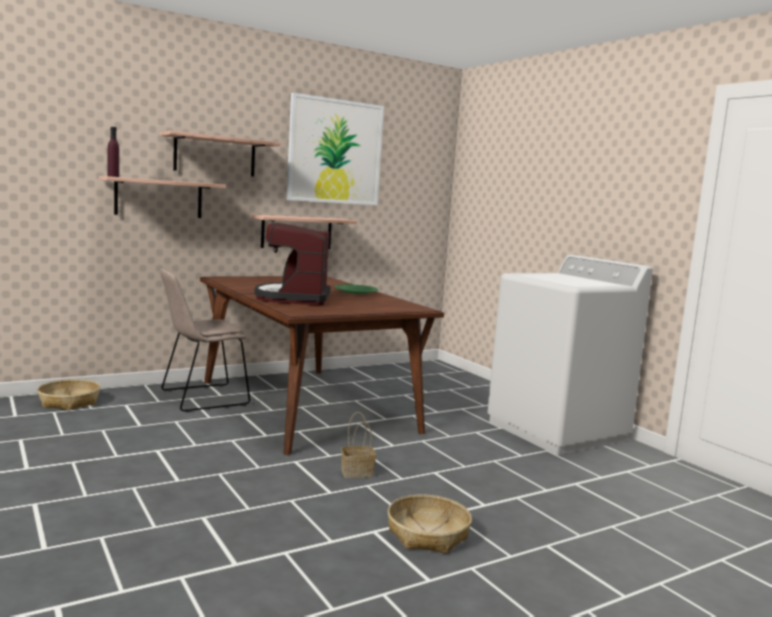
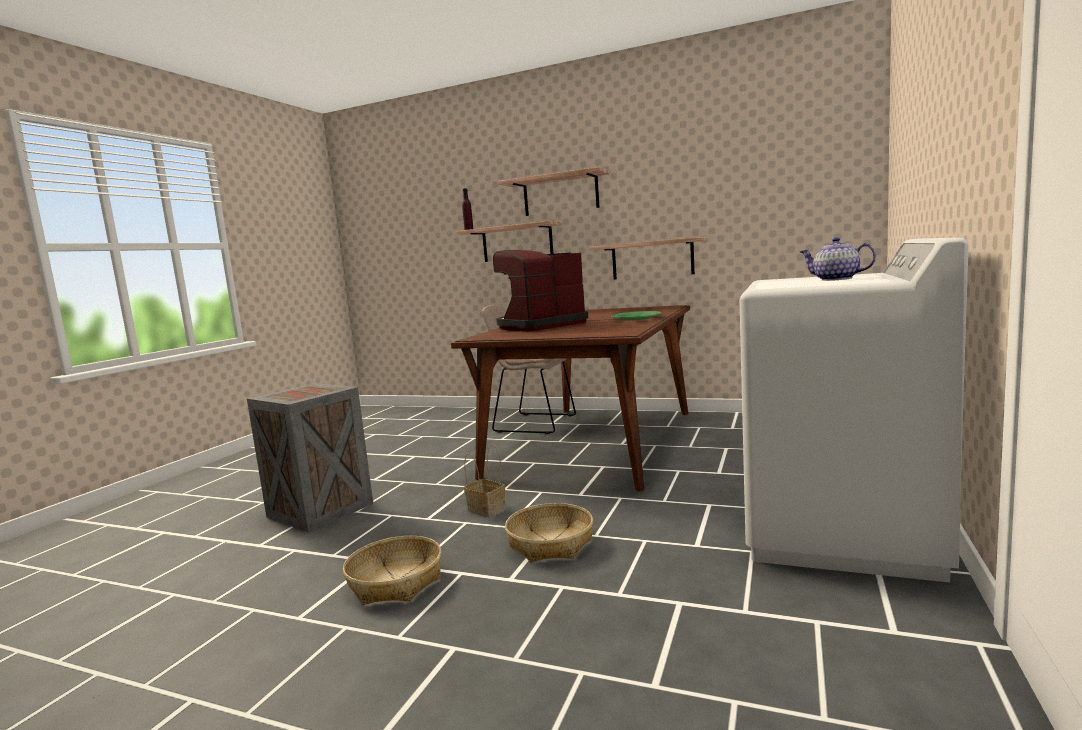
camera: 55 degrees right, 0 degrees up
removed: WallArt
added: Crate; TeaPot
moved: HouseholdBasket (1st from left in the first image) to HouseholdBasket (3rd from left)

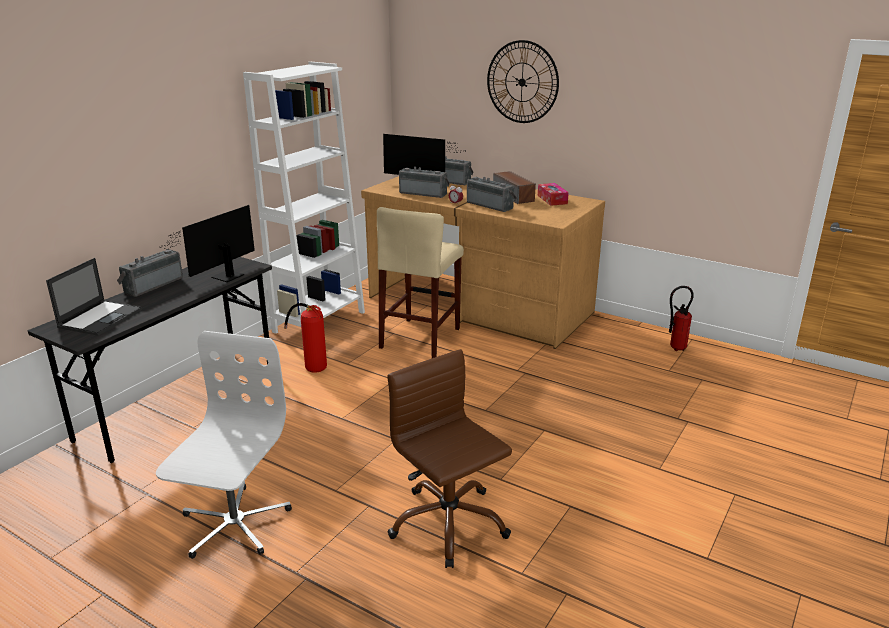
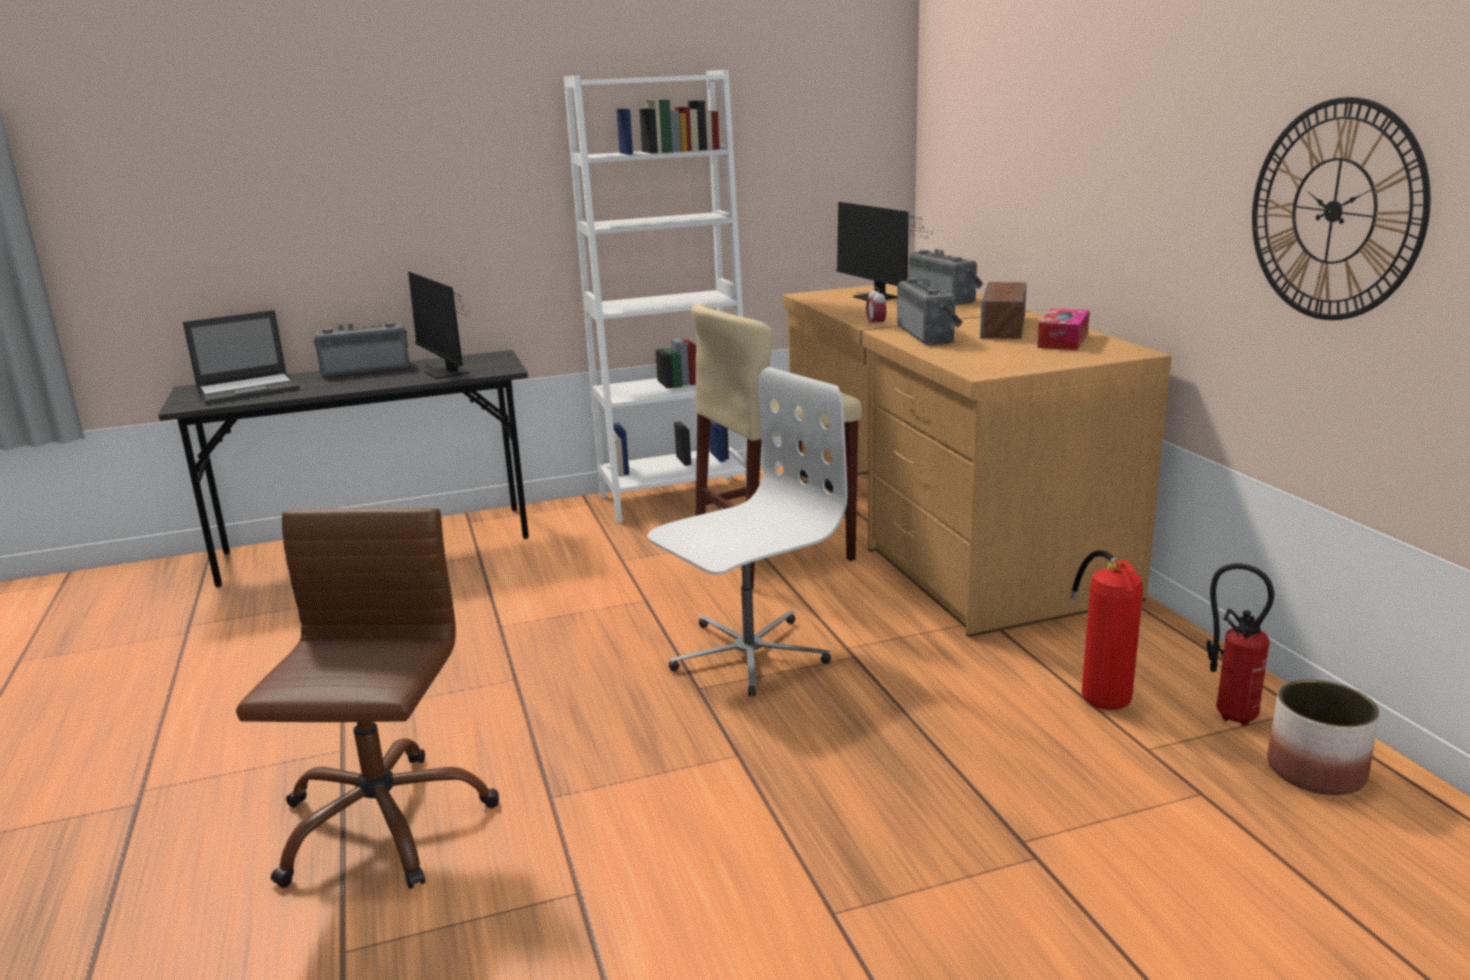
camera: 40 degrees right, 5 degrees down
removed: Radio (2nd from left)
added: PlantPot
moved: WhiteColouredDeskChair; FireFightingCylinder (1st from left); WallClock
turned: ComputerDisplay (1st from left) 105 degrees counterclockwise

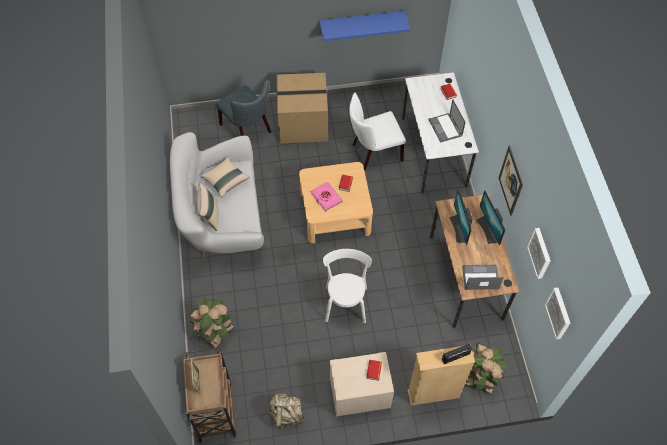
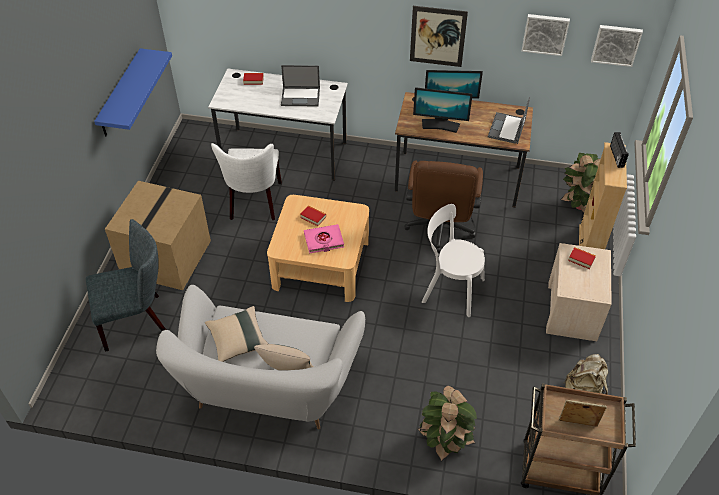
camera: 70 degrees left, 10 degrees down
added: BrownishDeskChair

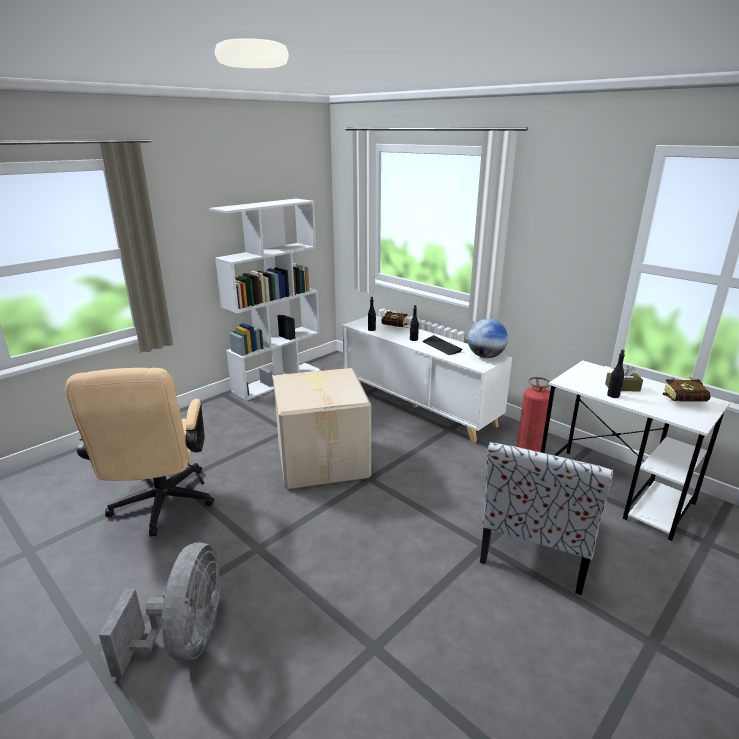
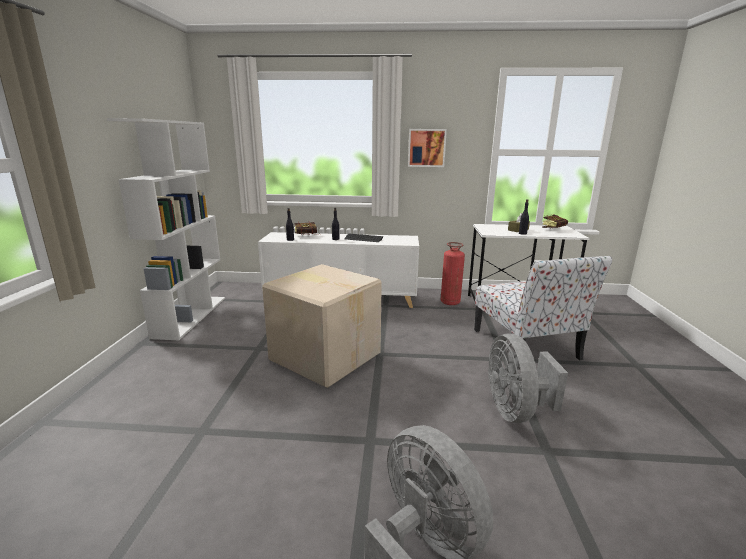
camera: 40 degrees left, 5 degrees down
removed: BeigeDeskChair; Globe
added: WallArt; GrayElectricFan (2nd from left)

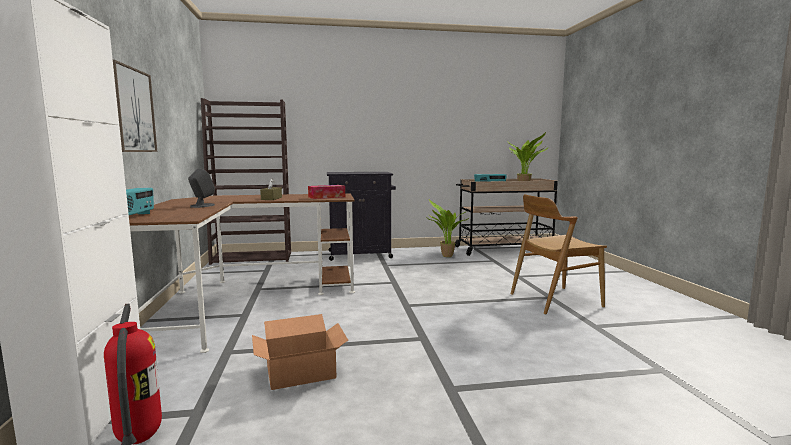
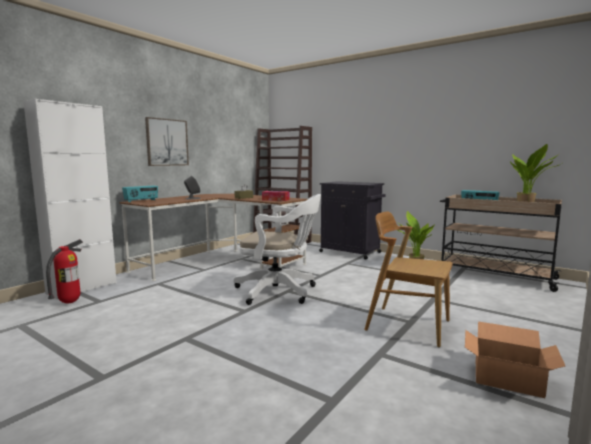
camera: 45 degrees right, 0 degrees up
added: WhiteColouredDeskChair
moved: PackingBox

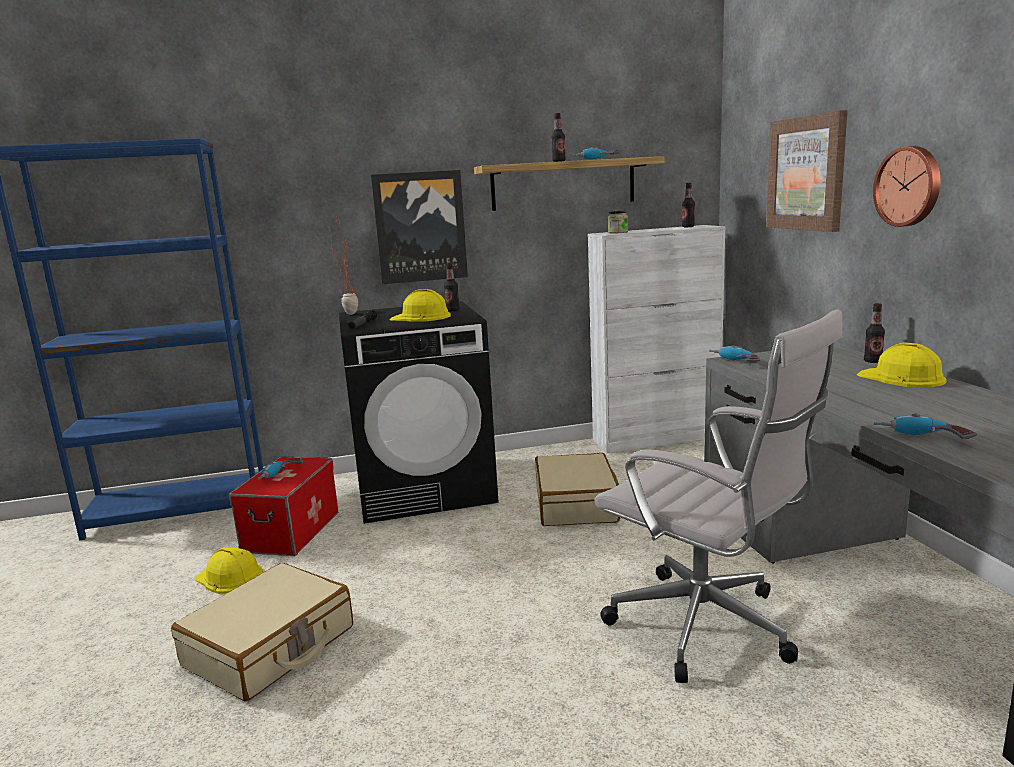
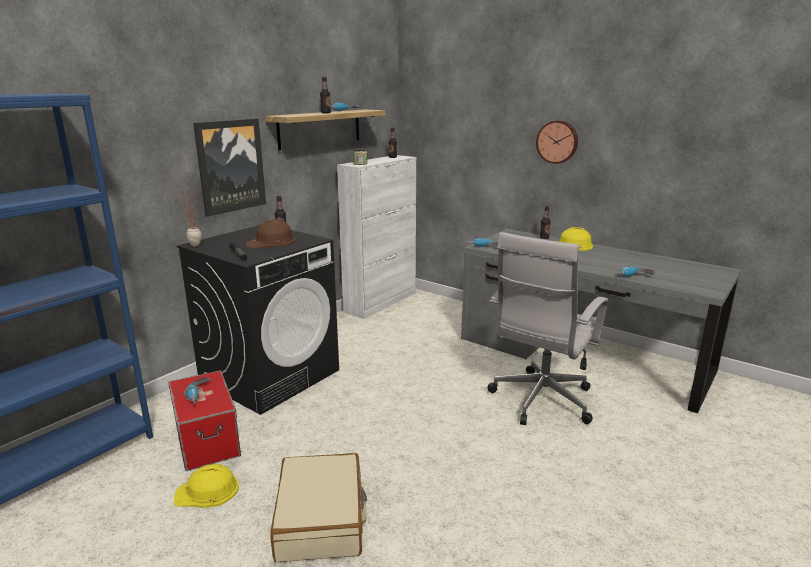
camera: 40 degrees left, 5 degrees up
removed: BeigePieceOfLuggage (2nd from left); WallArt (2nd from left)
recoloured: YellowColouredWorkHelmet (2nd from left) to BrownishWorkHelmet
turned: WhiteColouredDeskChair 120 degrees clockwise

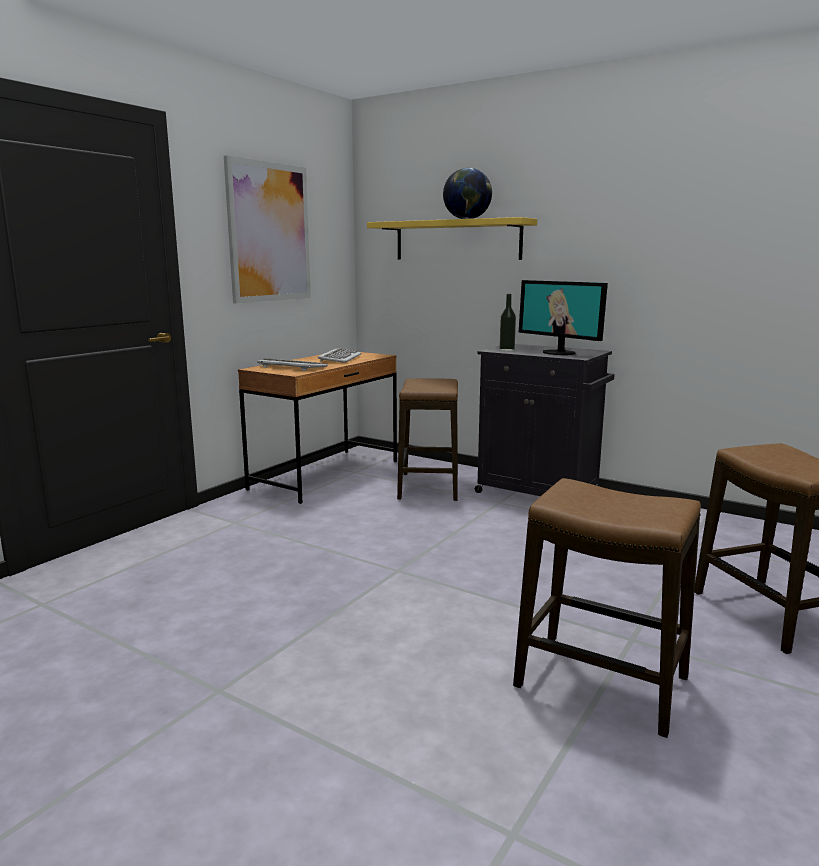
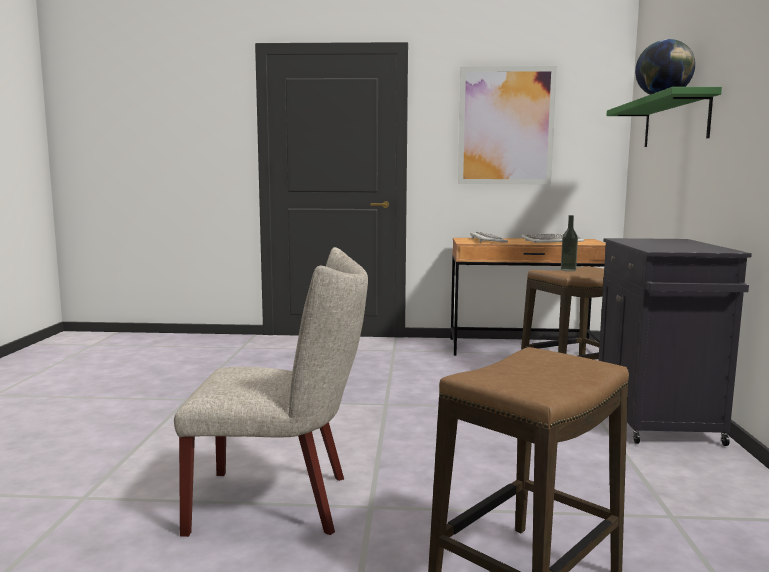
camera: 60 degrees right, 5 degrees down
removed: ComputerDisplay
moved: BeverageBottle
replaced: SittingStool (2nd from left) to BeigePlainChair
recoloured: YellowColouredBracketShelf to GreenishBracketShelf

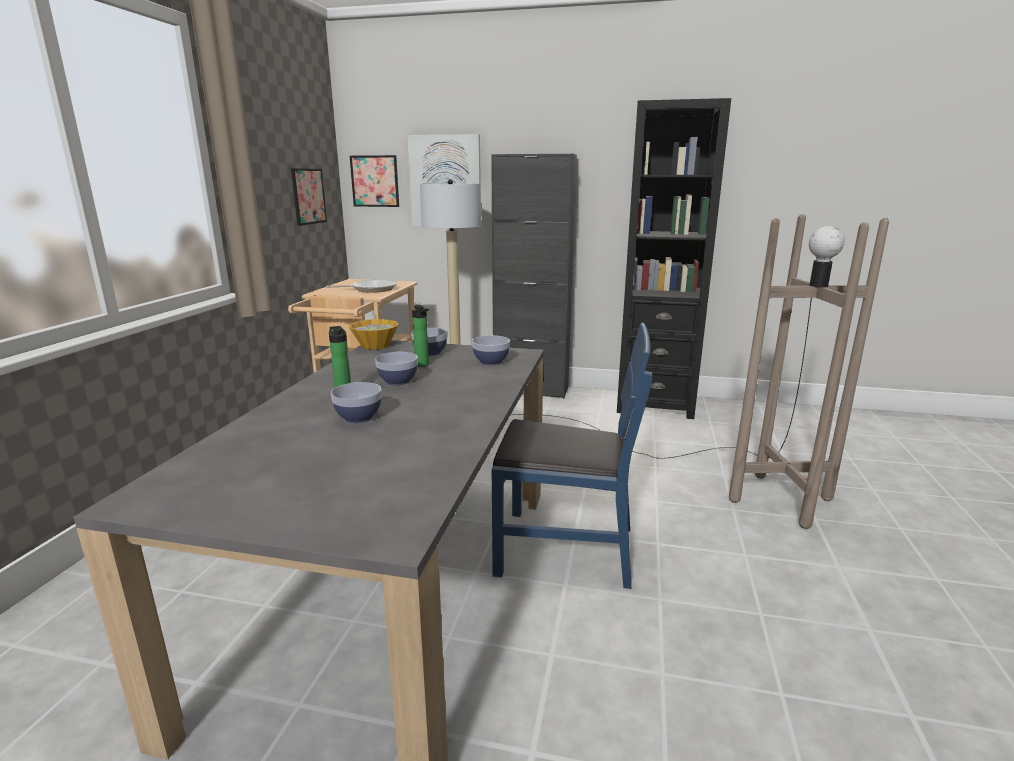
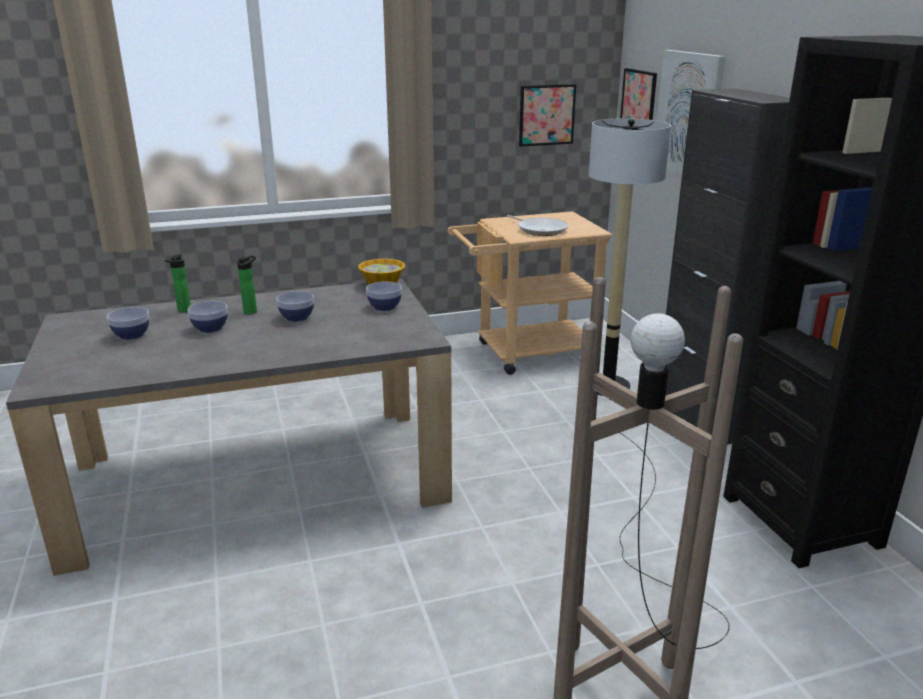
camera: 60 degrees right, 5 degrees up
removed: BluishPlainChair
moved: ServingBowl (5th from left in the first image) to ServingBowl (1st from left); BeverageBottle (2nd from left in the first image) to BeverageBottle (1st from left)

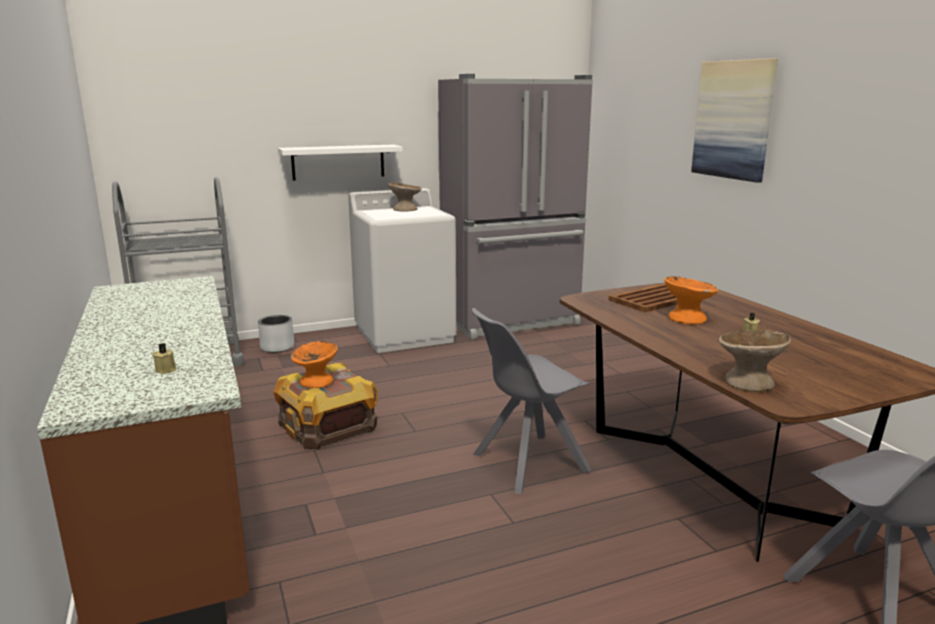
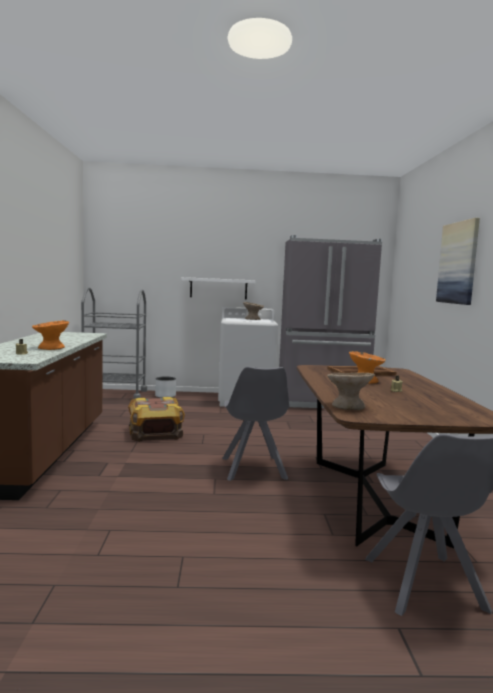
camera: 20 degrees right, 10 degrees down
moved: OrangeyServingBowl (1st from left)
turned: GrayPlainChair (1st from left) 90 degrees counterclockwise

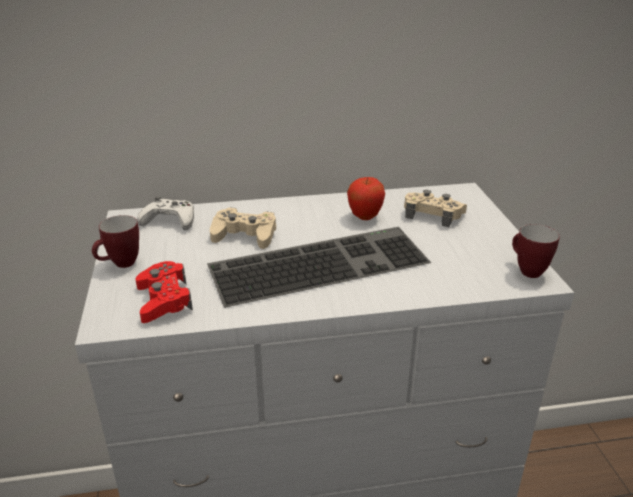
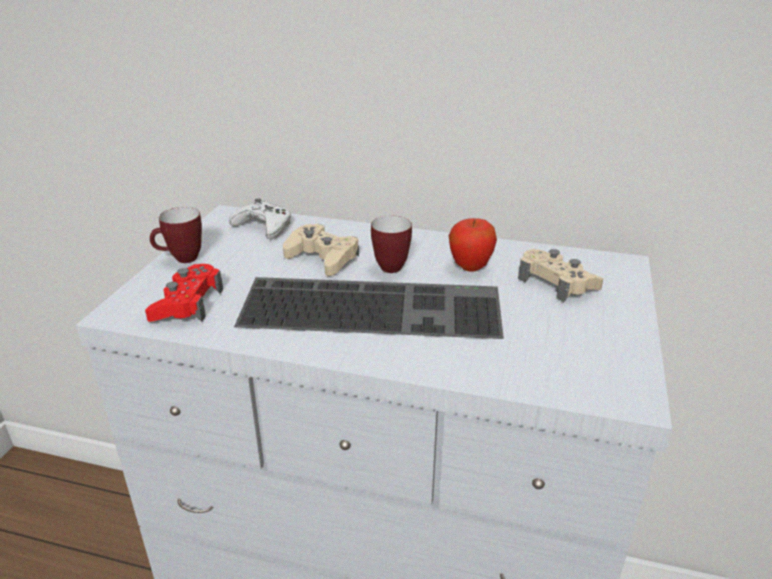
camera: 25 degrees right, 0 degrees up
moved: CoffeeMug (2nd from left)

